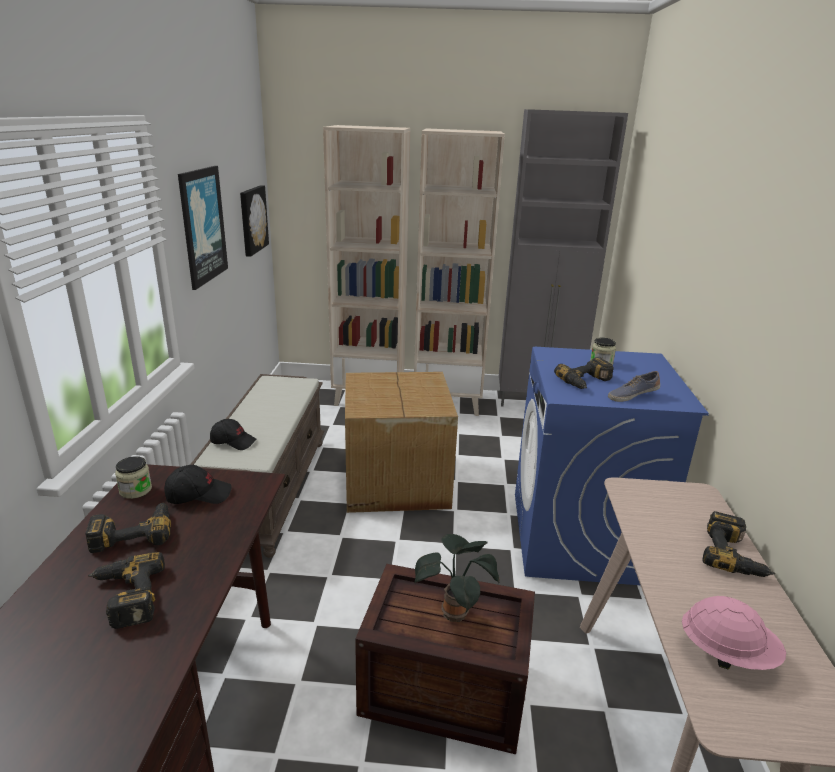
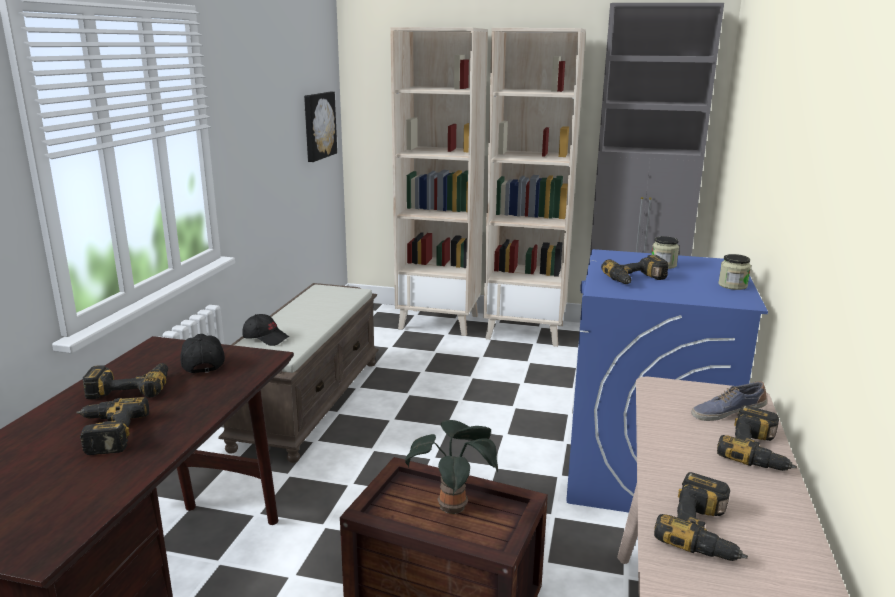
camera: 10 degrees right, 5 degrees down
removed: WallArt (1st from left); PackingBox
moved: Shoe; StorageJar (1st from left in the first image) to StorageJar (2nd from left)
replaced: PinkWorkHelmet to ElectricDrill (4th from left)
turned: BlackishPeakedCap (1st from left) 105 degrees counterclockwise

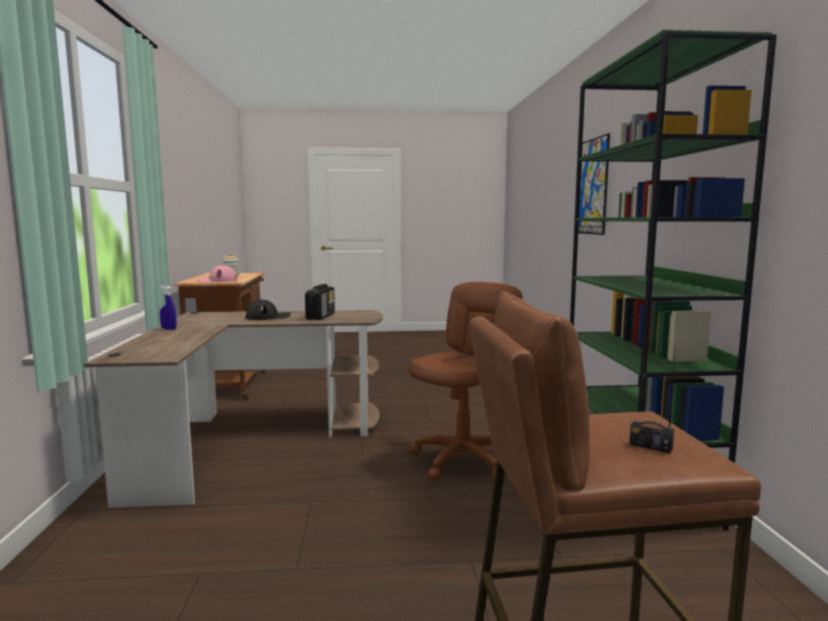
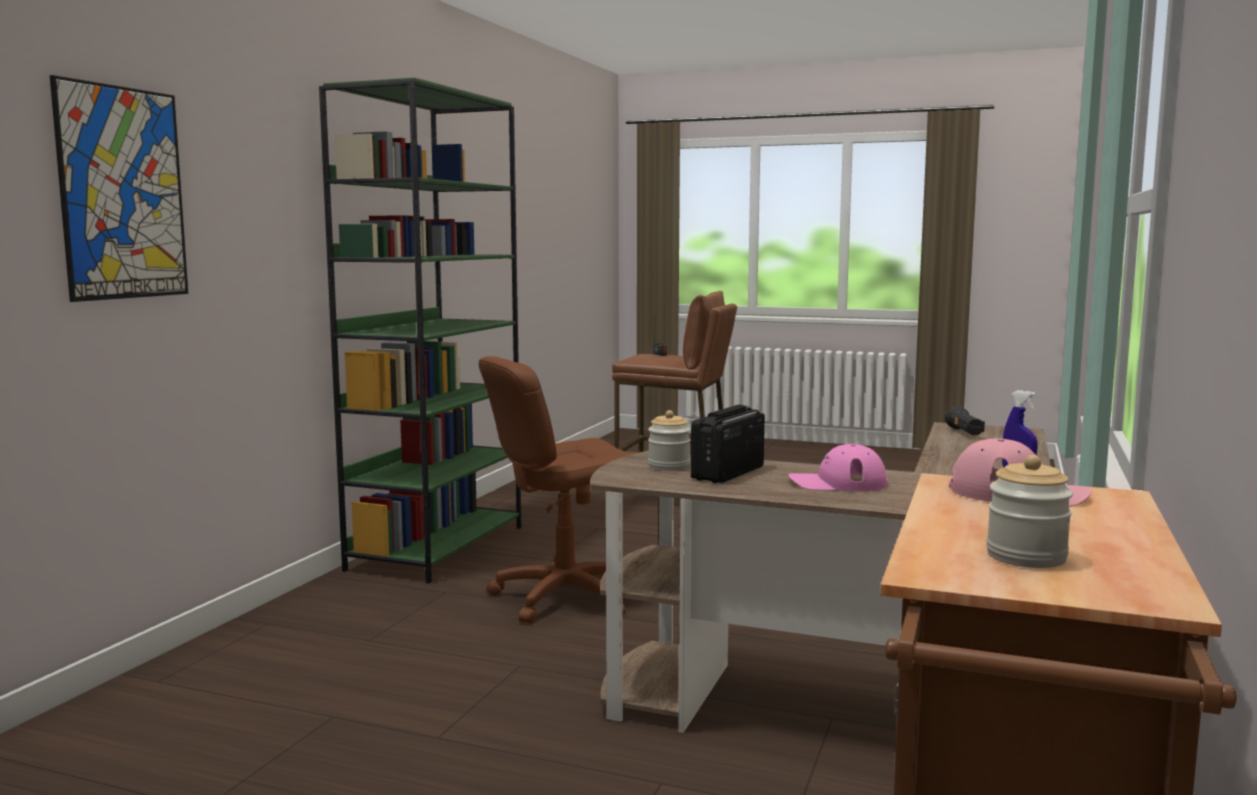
camera: 155 degrees left, 0 degrees up
added: StorageJar (1st from left); BlackishHandTorch
recoloured: BlackishPeakedCap to PinkPeakedCap (1st from left)

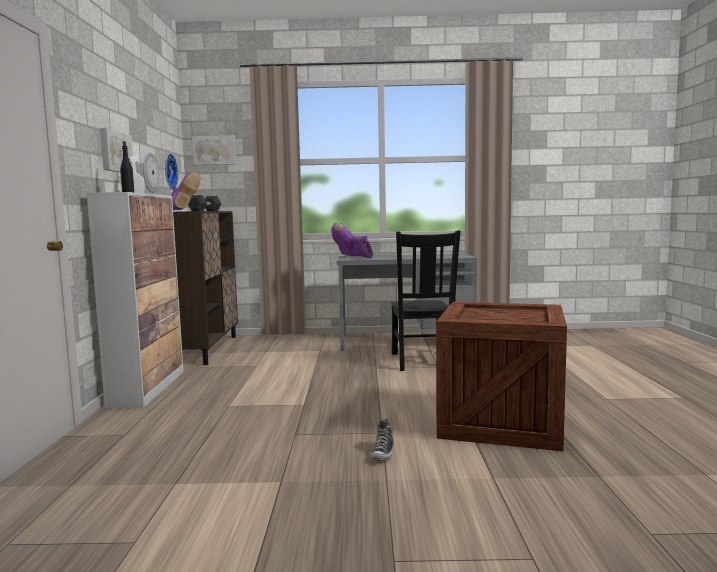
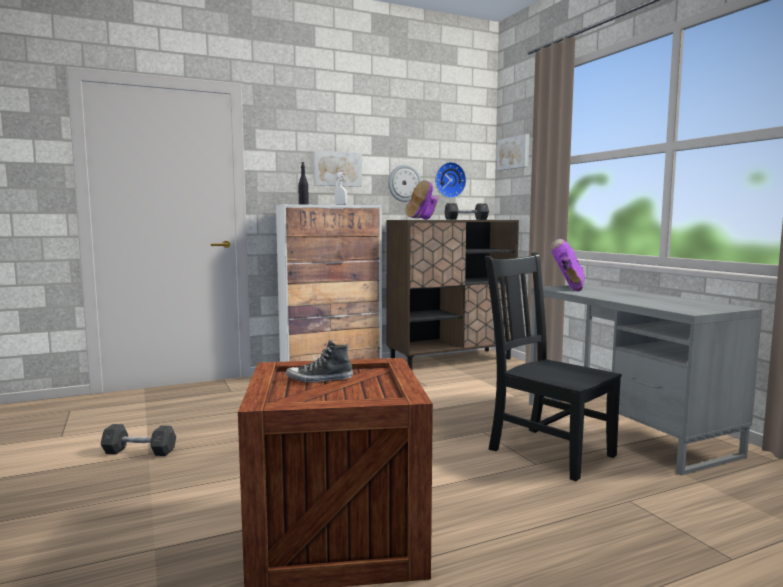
camera: 65 degrees right, 0 degrees up
added: GrayHandWeight (1st from left)
moved: Shoe
turned: BlackishPlainChair 75 degrees clockwise

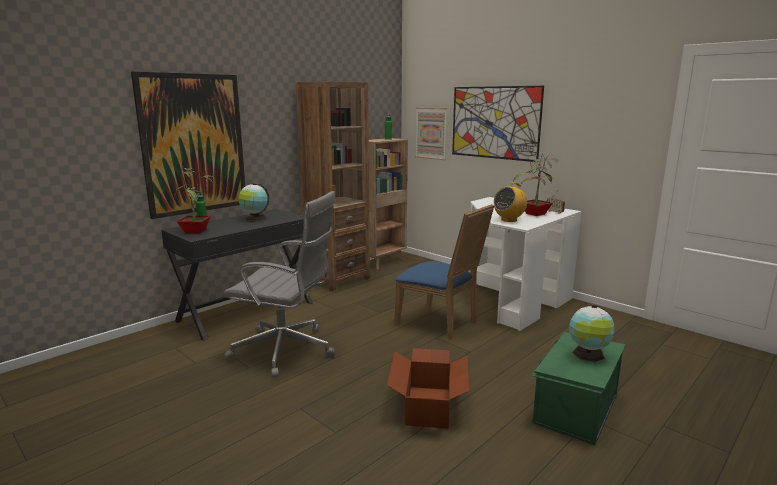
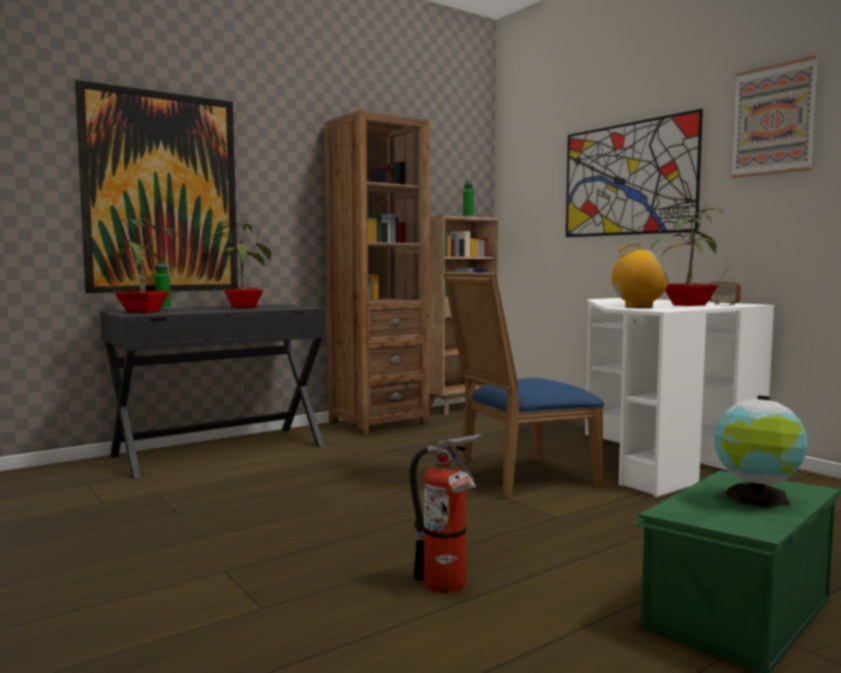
camera: 10 degrees right, 10 degrees down
removed: GrayDeskChair
moved: WallArt (2nd from left in the first image) to WallArt (3rd from left)
replaced: Globe (1st from left) to PlantInAPot (2nd from left); PackingBox to FireFightingCylinder
turned: BluishPlainChair 105 degrees clockwise; Radio (1st from left) 150 degrees counterclockwise

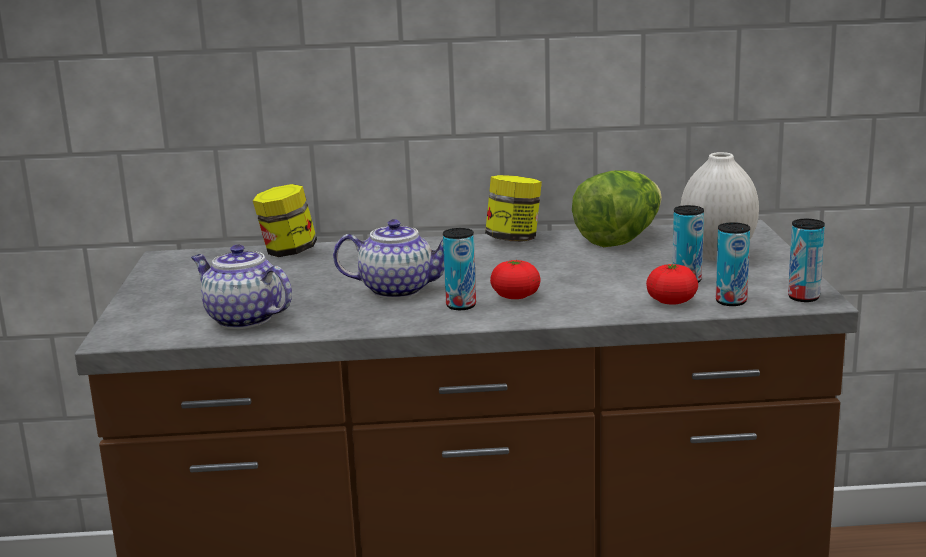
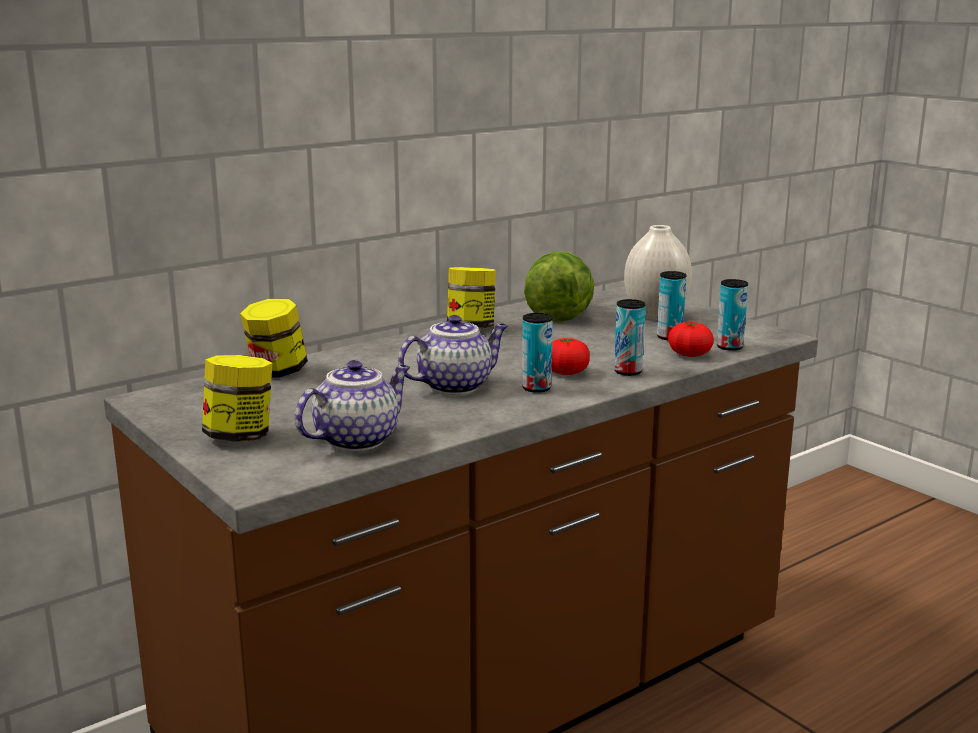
camera: 35 degrees left, 0 degrees up
added: StorageJar (1st from left)
moved: MetalCan (4th from left in the first image) to MetalCan (2nd from left)
turned: TeaPot (1st from left) 135 degrees clockwise

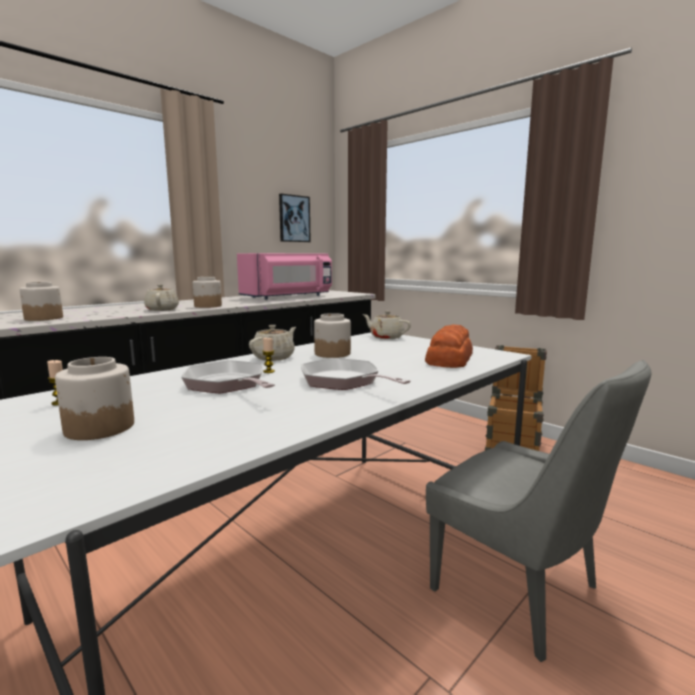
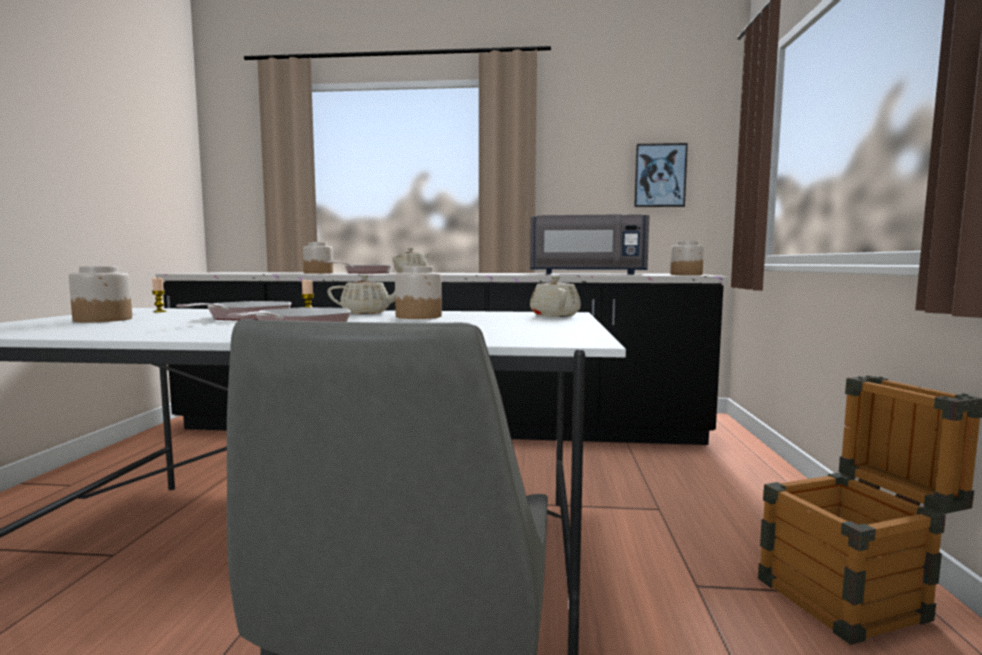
camera: 50 degrees right, 5 degrees down
removed: BakeryBread
added: Skillet (3rd from left)
moved: StorageJar (3rd from left in the first image) to StorageJar (4th from left)
recoloured: PinkMicrowaveOven to GrayMicrowaveOven

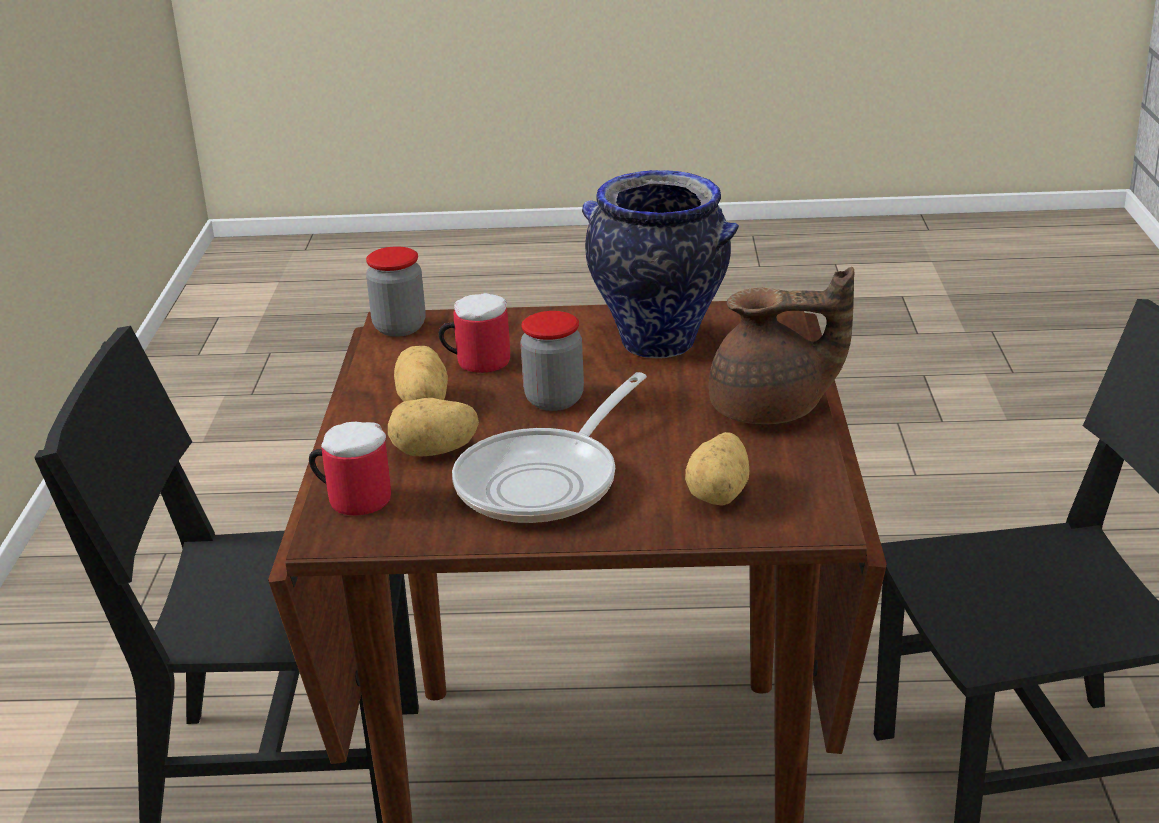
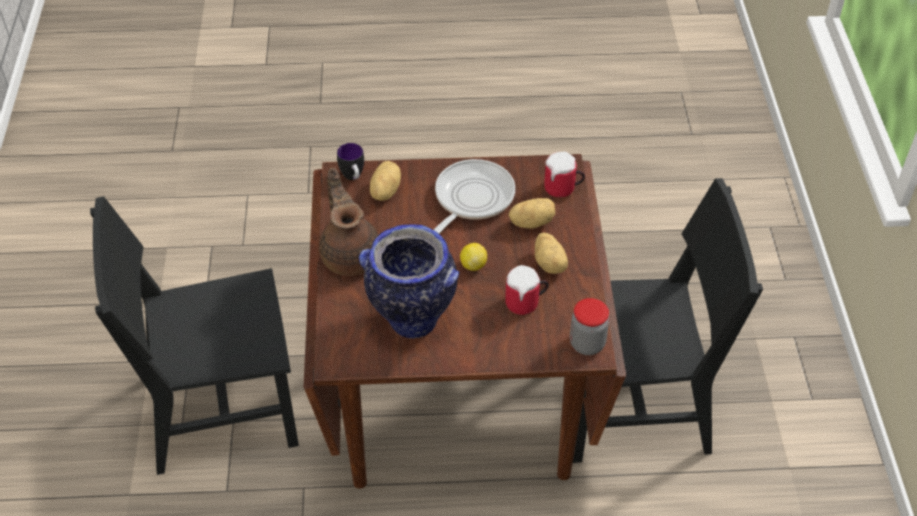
camera: 175 degrees right, 20 degrees up
added: CoffeeMug (1st from left)
replaced: StorageJar (2nd from left) to WholeLemon
turned: BrownishTeaPot 75 degrees clockwise

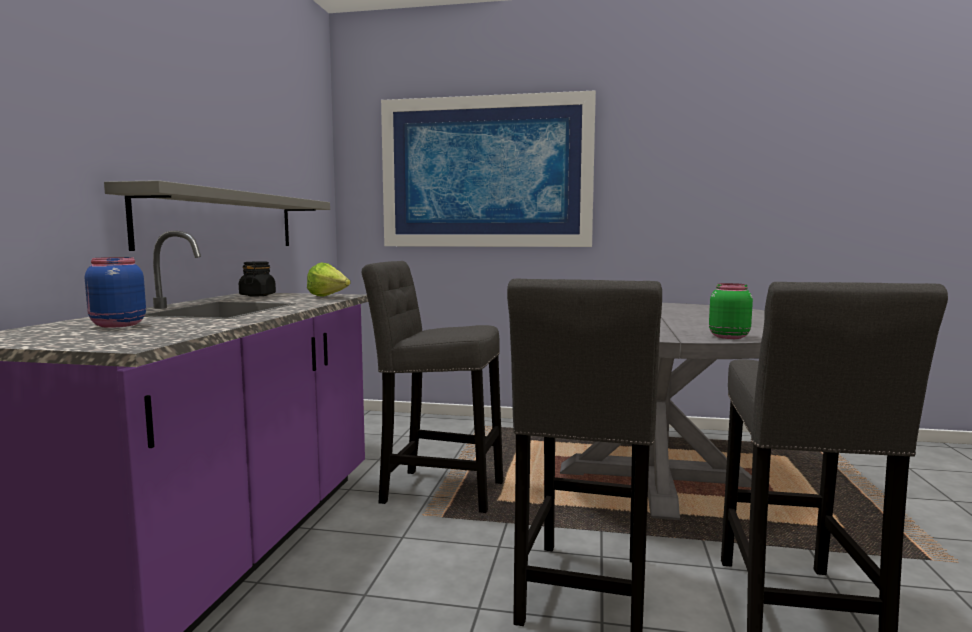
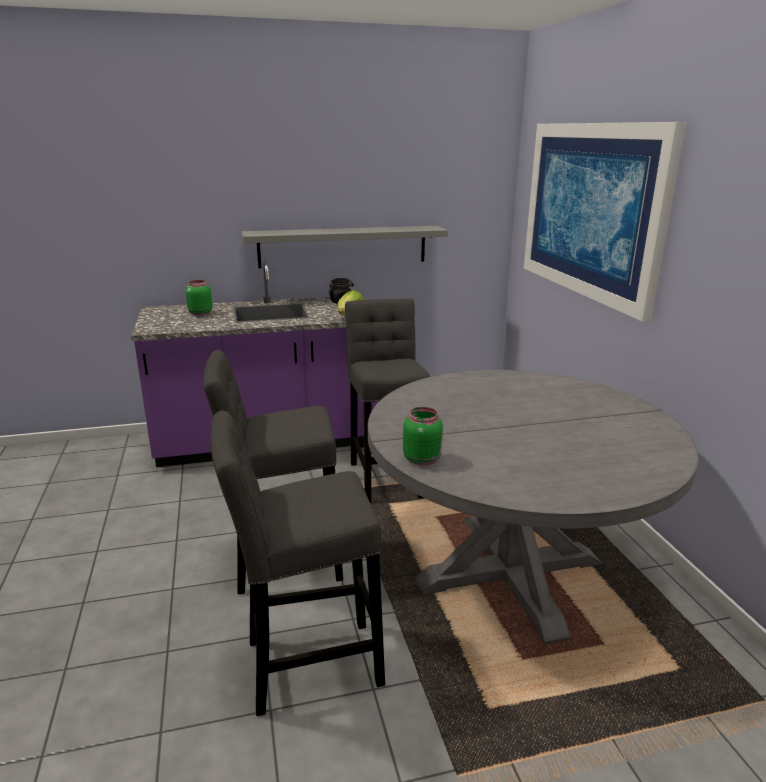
camera: 65 degrees right, 15 degrees up
recoloured: BluishStorageJar to GreenishStorageJar (1st from left)

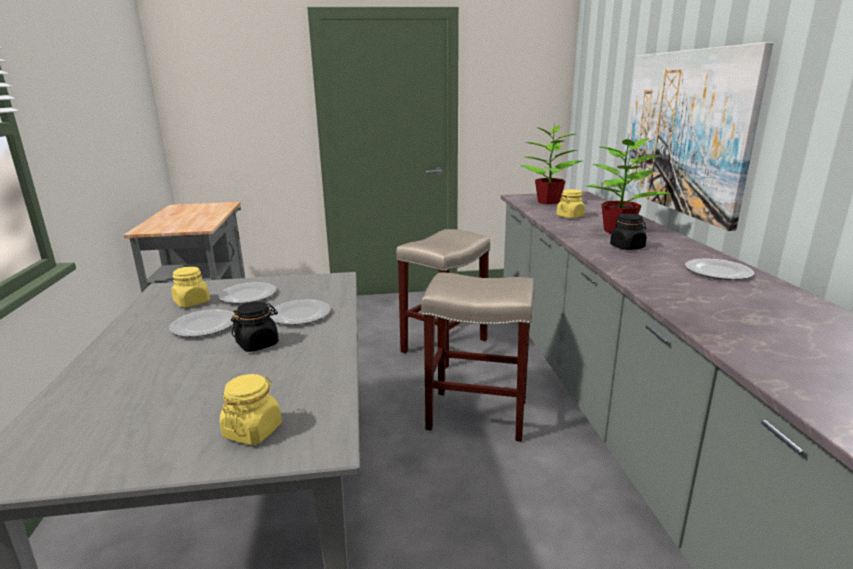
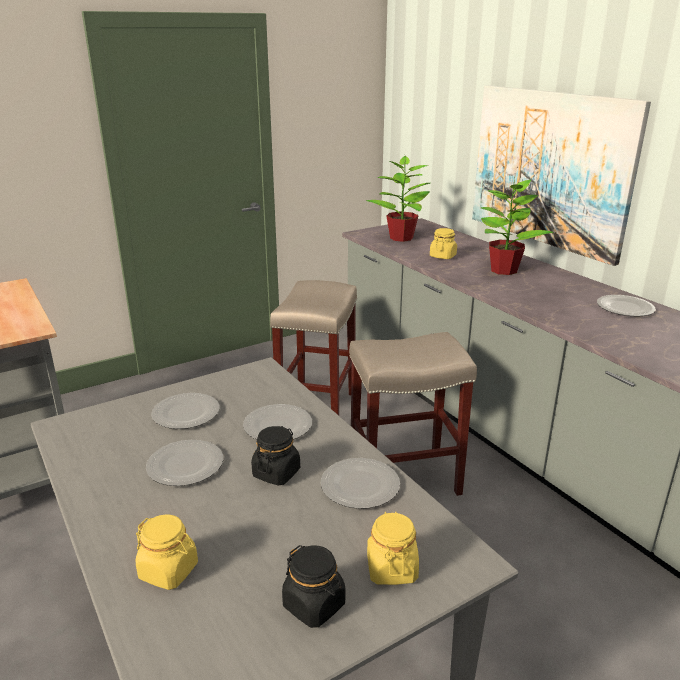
camera: 25 degrees left, 5 degrees up
added: Plate (4th from left)
moved: YellowColouredStorageJar (1st from left); BlackishStorageJar (2nd from left)

